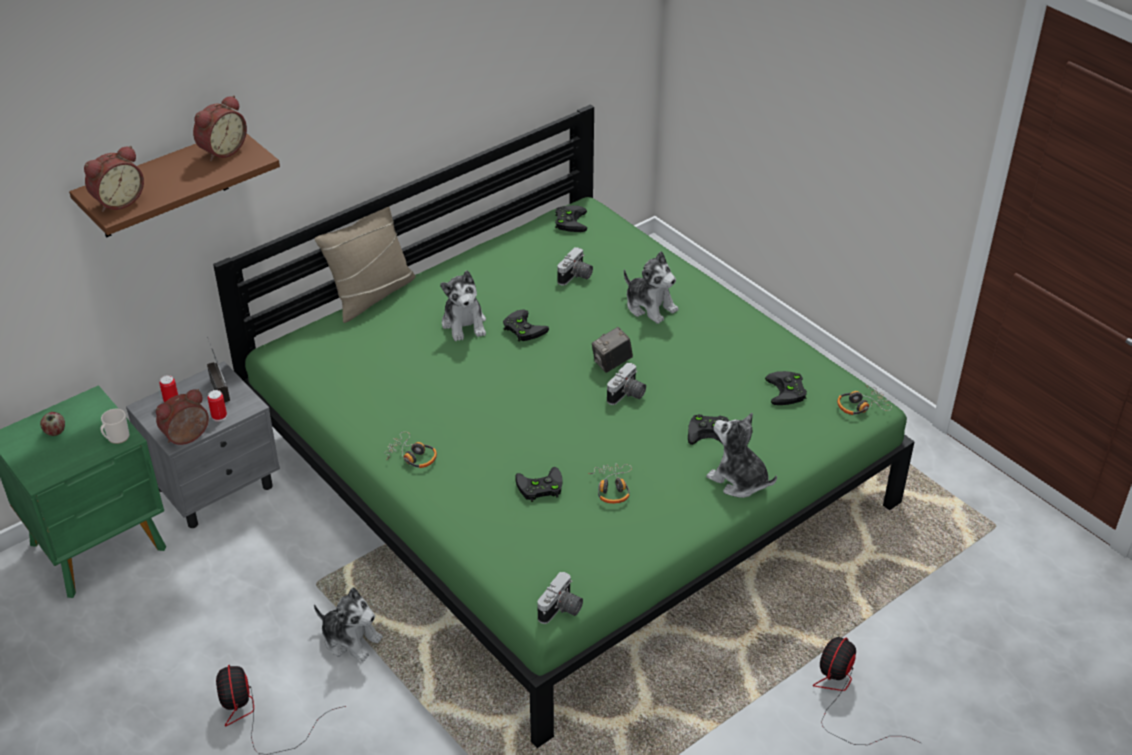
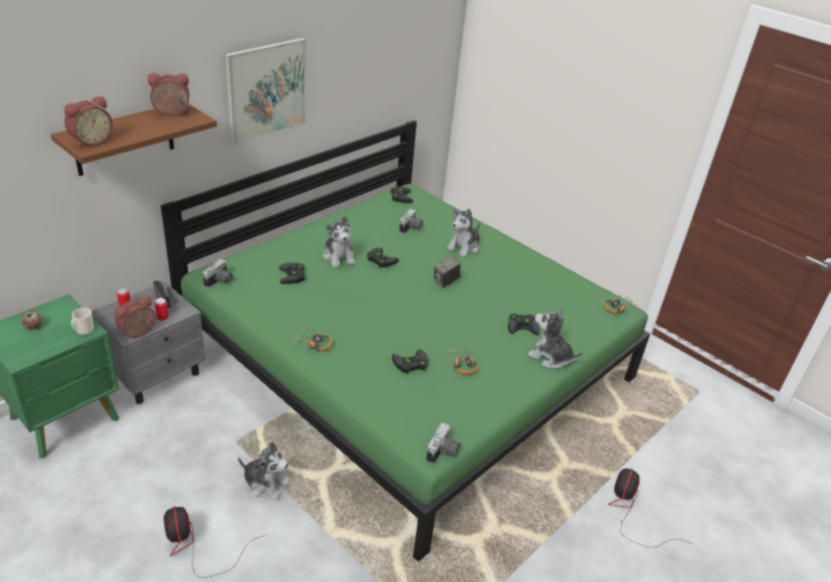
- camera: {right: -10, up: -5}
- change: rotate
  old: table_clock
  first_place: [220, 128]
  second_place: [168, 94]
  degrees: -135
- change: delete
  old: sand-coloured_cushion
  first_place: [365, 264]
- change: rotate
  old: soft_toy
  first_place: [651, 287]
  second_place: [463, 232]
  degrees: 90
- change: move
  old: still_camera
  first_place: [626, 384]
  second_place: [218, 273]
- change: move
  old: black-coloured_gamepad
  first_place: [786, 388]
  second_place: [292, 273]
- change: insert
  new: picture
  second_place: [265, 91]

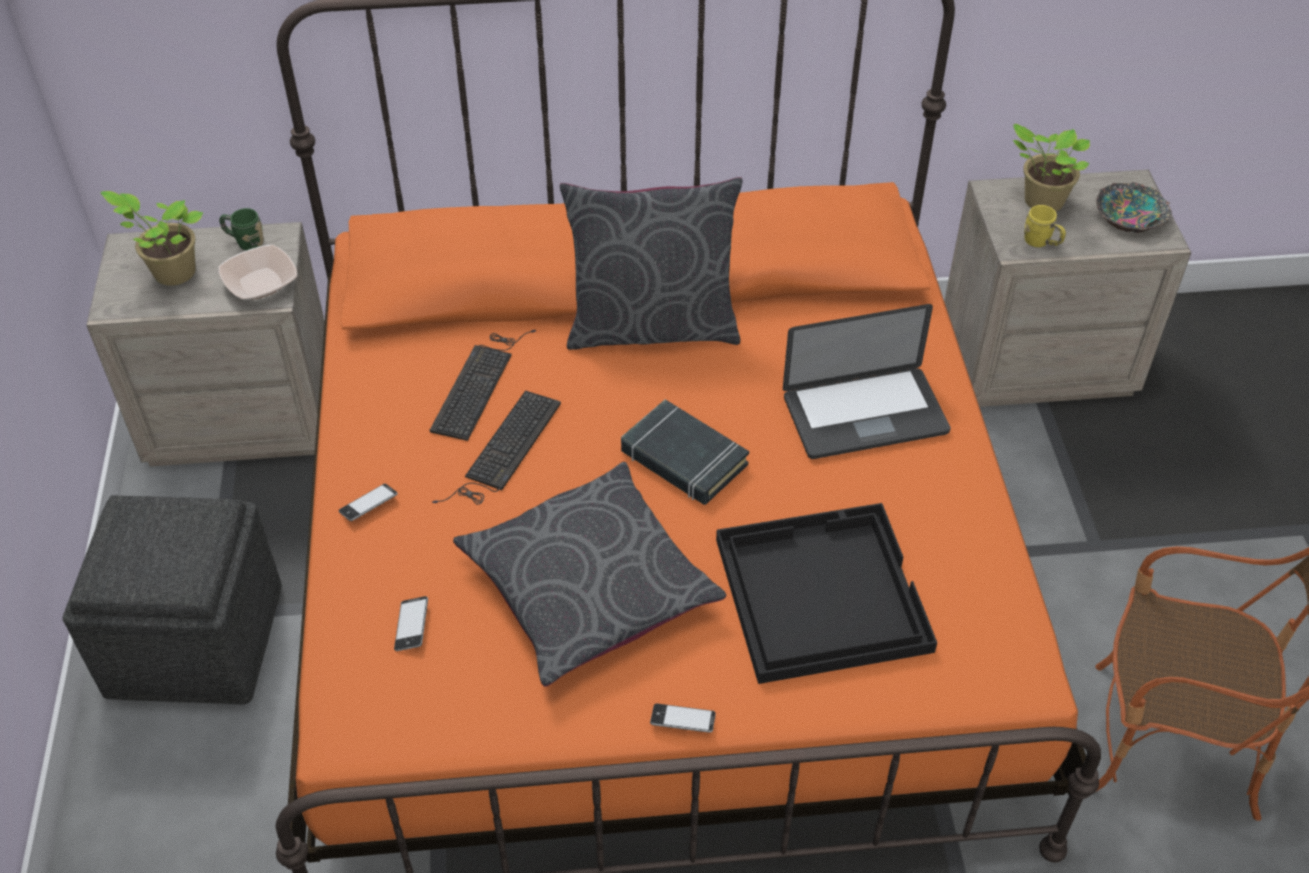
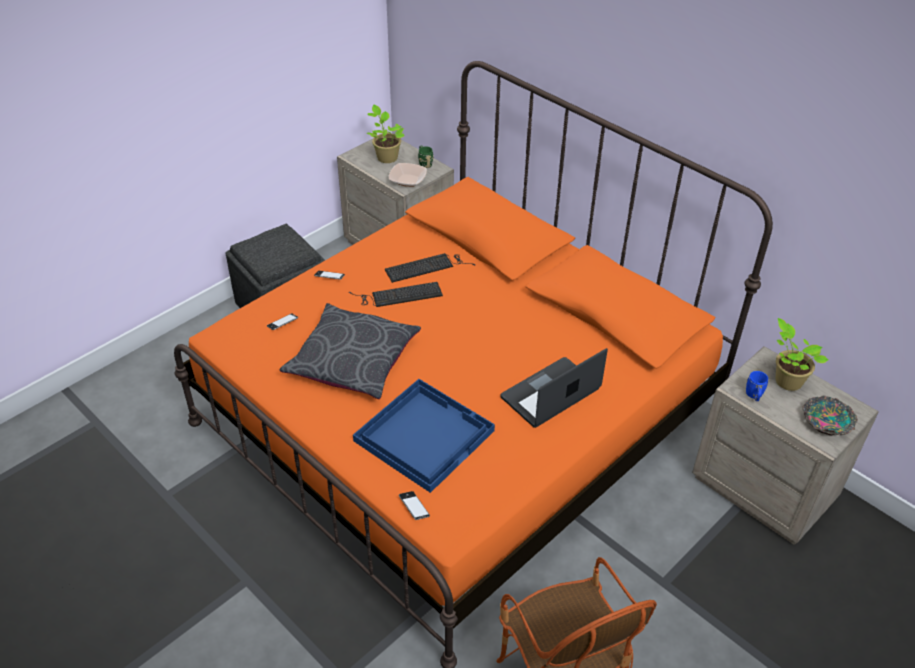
- camera: {right: 50, up: -5}
- change: delete
  old: gray_cushion
  first_place: [651, 263]
- change: recolor
  old: yellowish_coffee_mug
  new: blue-coloured_coffee_mug
  first_place: [1045, 226]
  second_place: [757, 386]
- change: rotate
  old: notebook_computer
  first_place: [867, 381]
  second_place: [554, 388]
  degrees: 105
- change: delete
  old: black-coloured_book
  first_place: [685, 452]
- change: recolor
  old: black-coloured_carrying_tray
  new: blue-coloured_carrying_tray
  first_place: [826, 593]
  second_place: [424, 436]
- change: move
  old: telephone
  first_place: [683, 718]
  second_place: [414, 505]

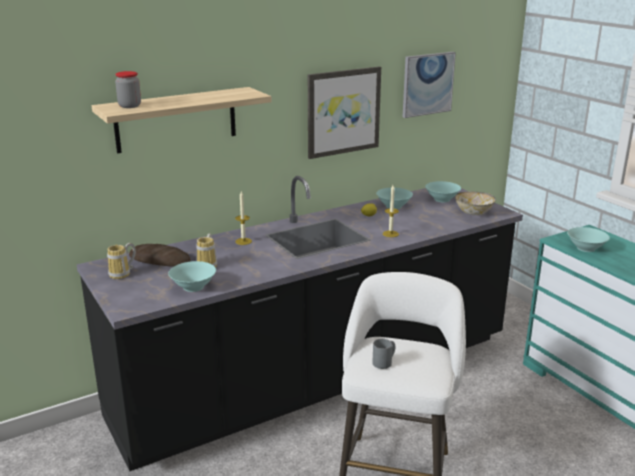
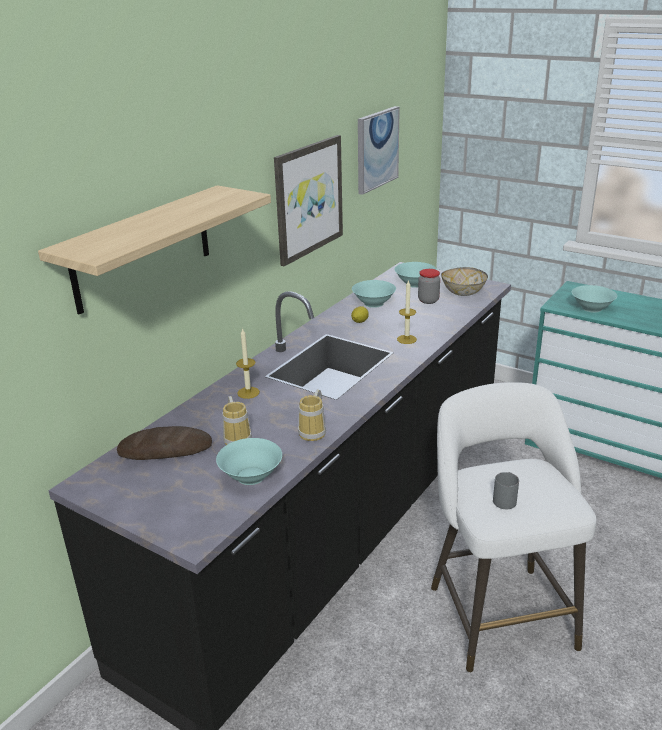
- camera: {right: -25, up: 5}
- change: move
  old: preserve_jar
  first_place: [128, 89]
  second_place: [429, 286]
- change: move
  old: coffee_mug
  first_place: [121, 261]
  second_place: [312, 415]

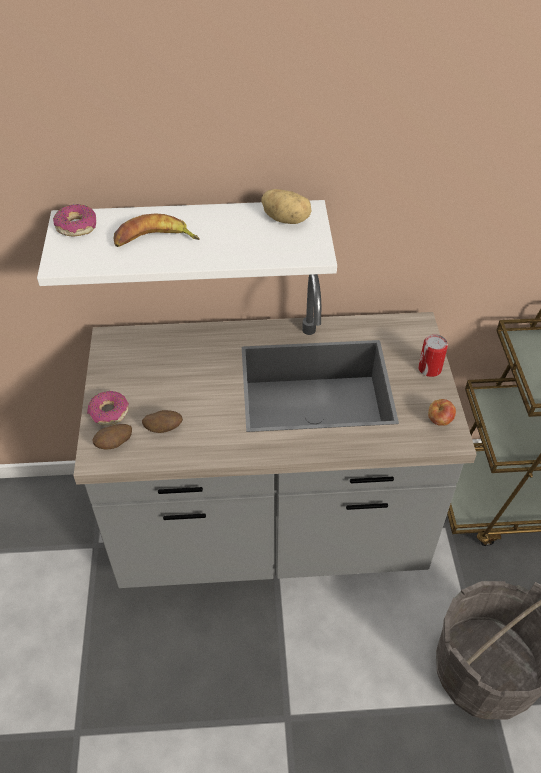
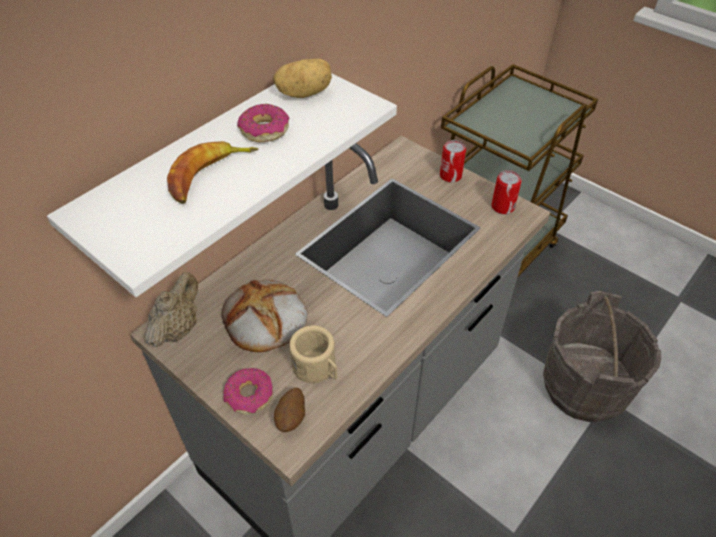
- camera: {right: -45, up: 0}
- change: move
  old: doughnut
  first_place: [74, 220]
  second_place: [263, 123]
- change: replace
  old: whole_apple
  new: metal_can
  first_place: [442, 412]
  second_place: [506, 192]
- change: replace
  old: whole_potato
  new: sand-coloured_coffee_mug
  first_place: [162, 421]
  second_place: [313, 354]
- change: insert
  new: sand-coloured_teapot
  second_place: [171, 310]
- change: insert
  new: bakery_bread
  second_place: [265, 316]

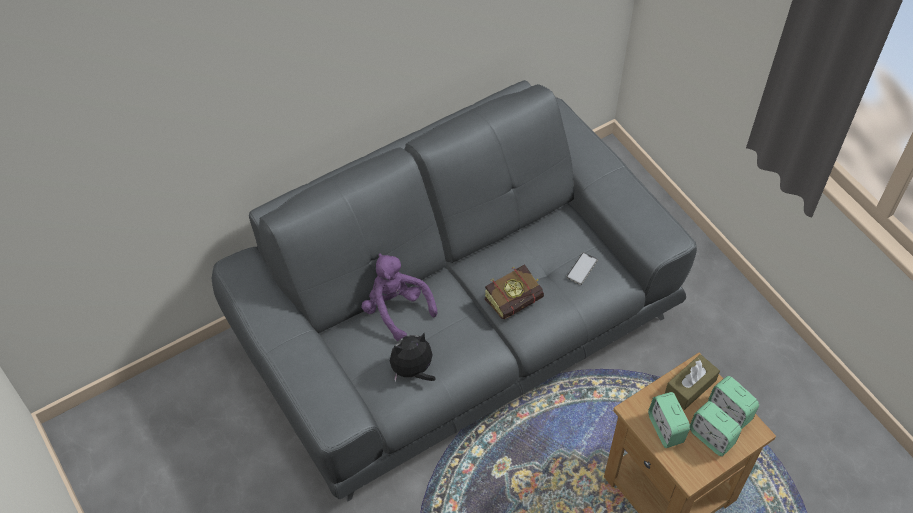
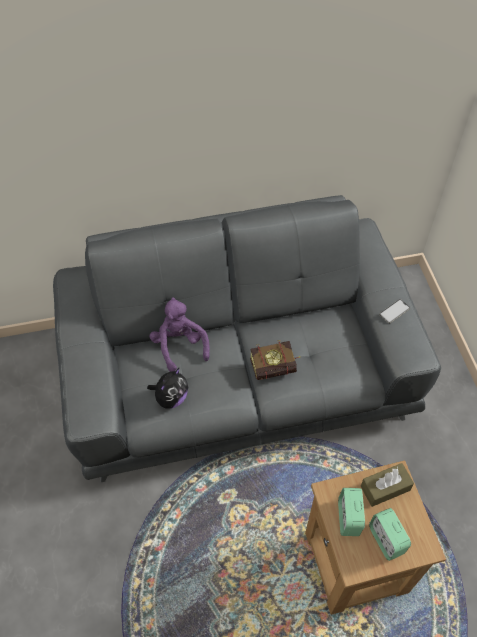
- camera: {right: 20, up: 0}
- change: move
  old: telephone
  first_place: [582, 268]
  second_place: [394, 311]
- change: rotate
  old: soft_toy
  first_place: [413, 357]
  second_place: [167, 388]
  degrees: 135
- change: delete
  old: table_clock
  first_place: [733, 402]

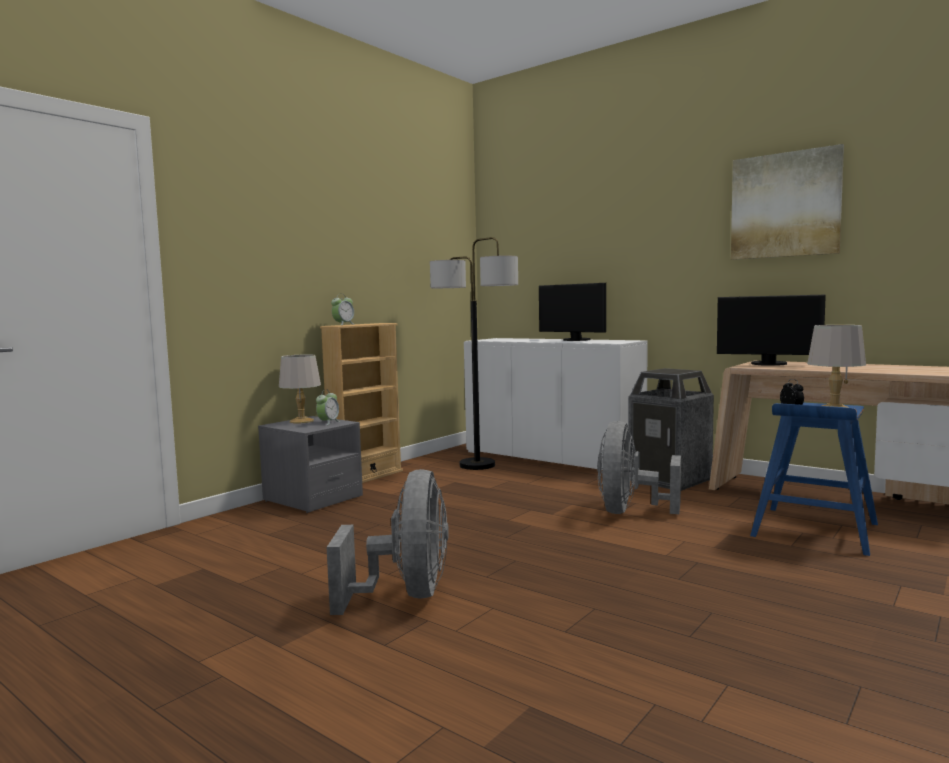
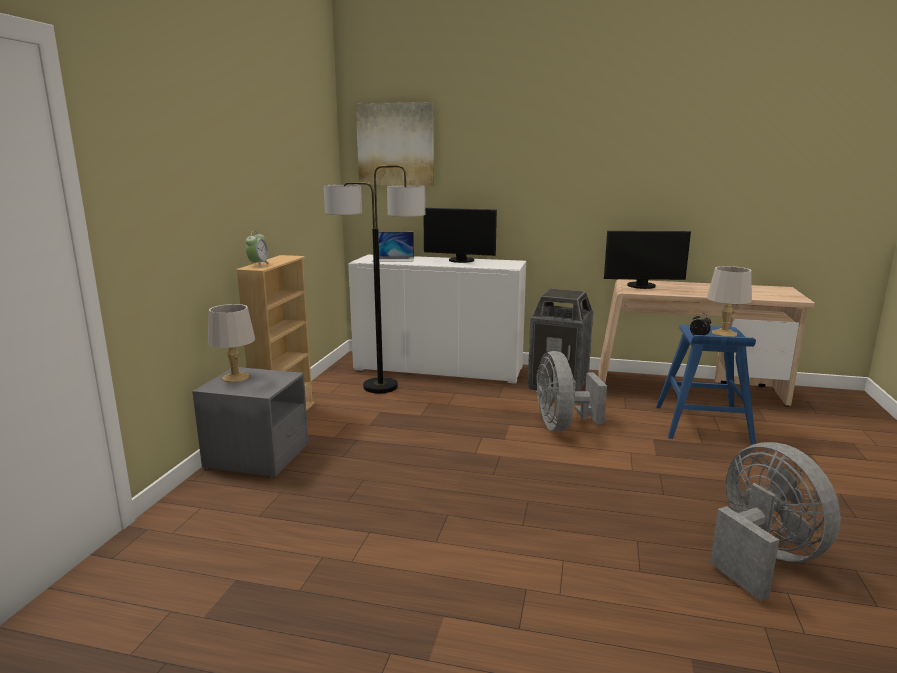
- camera: {right: -25, up: 10}
- change: move
  old: picture
  first_place: [787, 202]
  second_place: [395, 144]
- change: delete
  old: table_clock
  first_place: [328, 407]
- change: move
  old: gray_fan
  first_place: [388, 542]
  second_place: [775, 521]
- change: insert
  new: notebook_computer
  second_place: [393, 247]

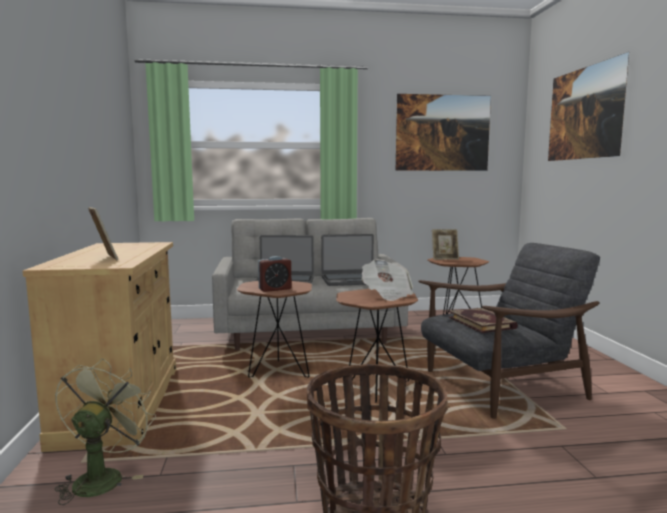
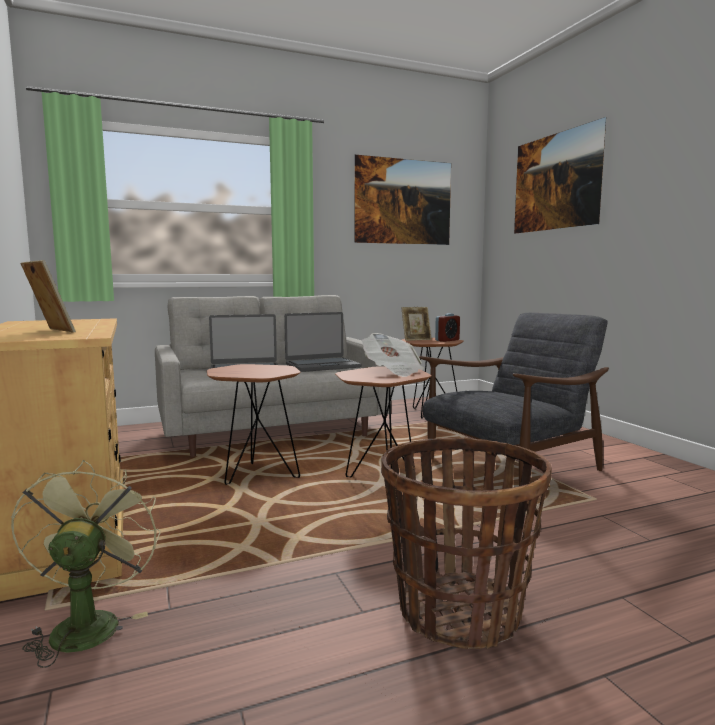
- camera: {right: -15, up: 0}
- change: move
  old: table_clock
  first_place: [275, 274]
  second_place: [447, 327]
- change: delete
  old: book
  first_place: [483, 320]

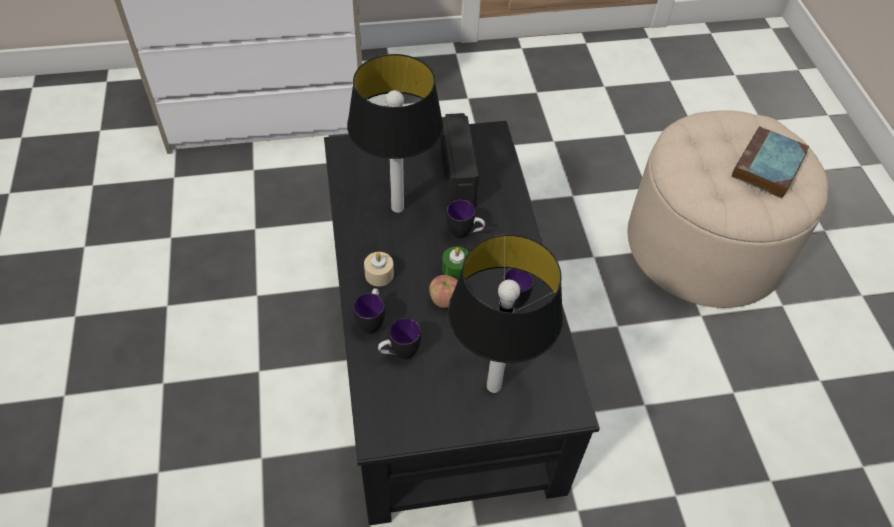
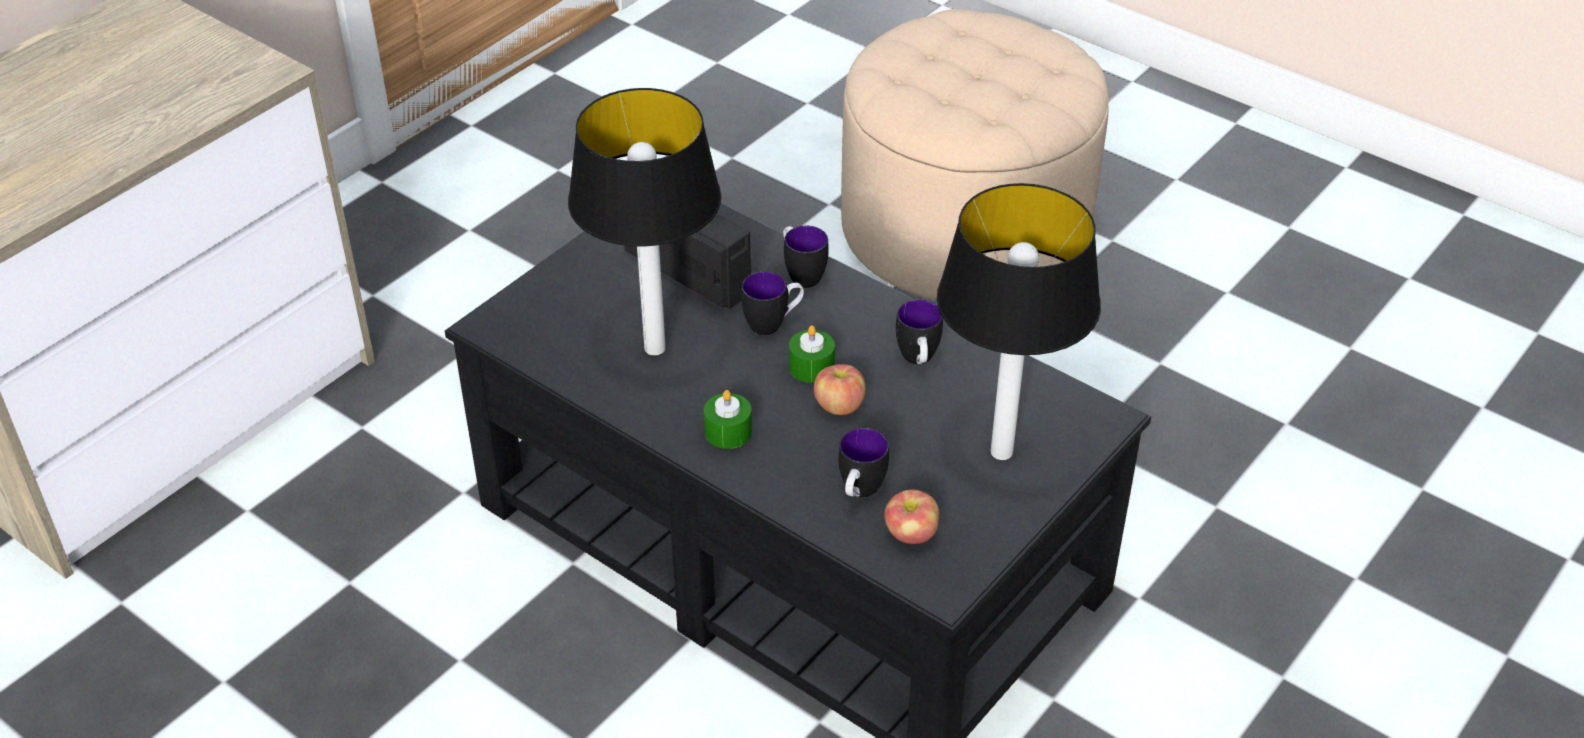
- camera: {right: -40, up: -10}
- change: delete
  old: book
  first_place: [770, 162]
- change: recolor
  old: sand-coloured_wax_light
  new: greenish_wax_light
  first_place: [379, 269]
  second_place: [728, 419]
- change: move
  old: coffee_mug
  first_place: [369, 311]
  second_place: [806, 257]
- change: insert
  new: whole_apple
  second_place: [911, 516]

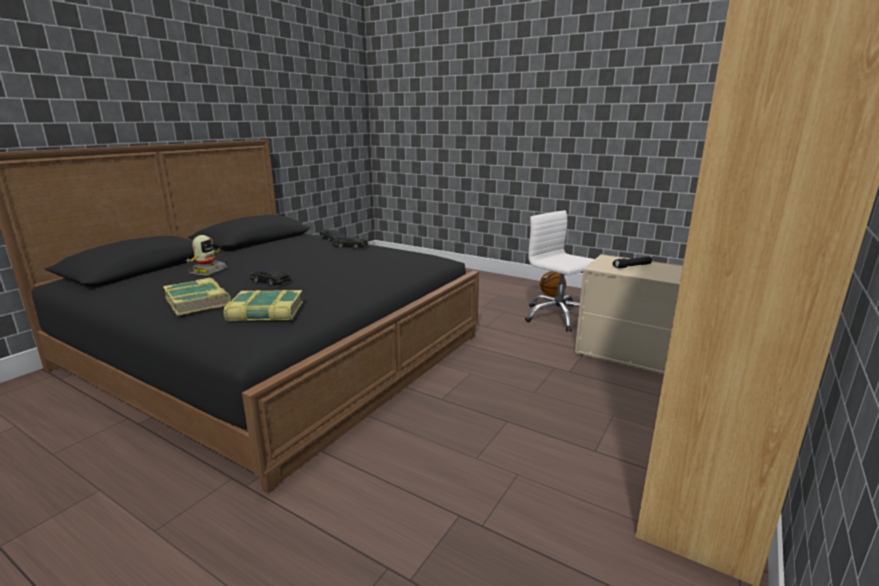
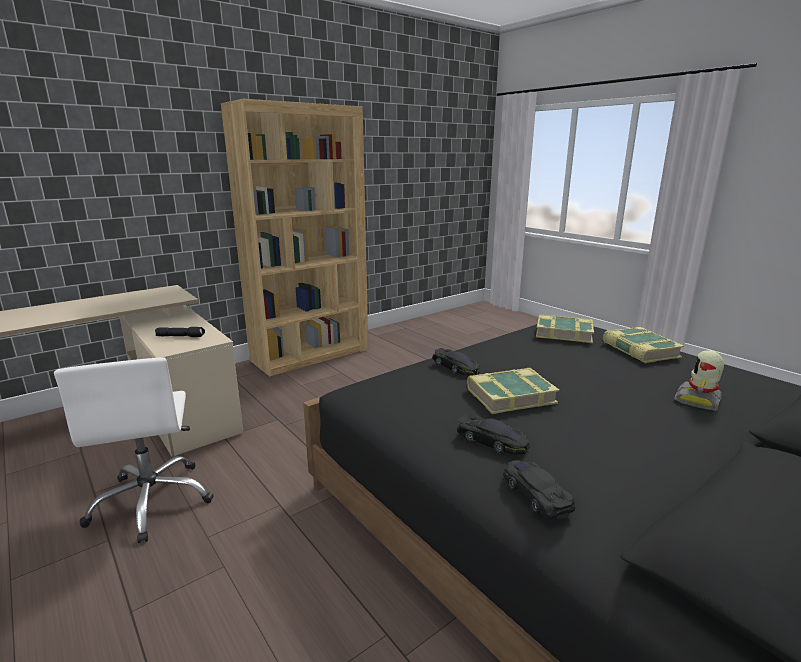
- camera: {right: -160, up: 0}
- change: move
  old: black-coloured_model_car
  first_place: [270, 277]
  second_place: [456, 362]
- change: delete
  old: basketball
  first_place: [553, 284]
- change: insert
  new: book
  second_place: [513, 391]

